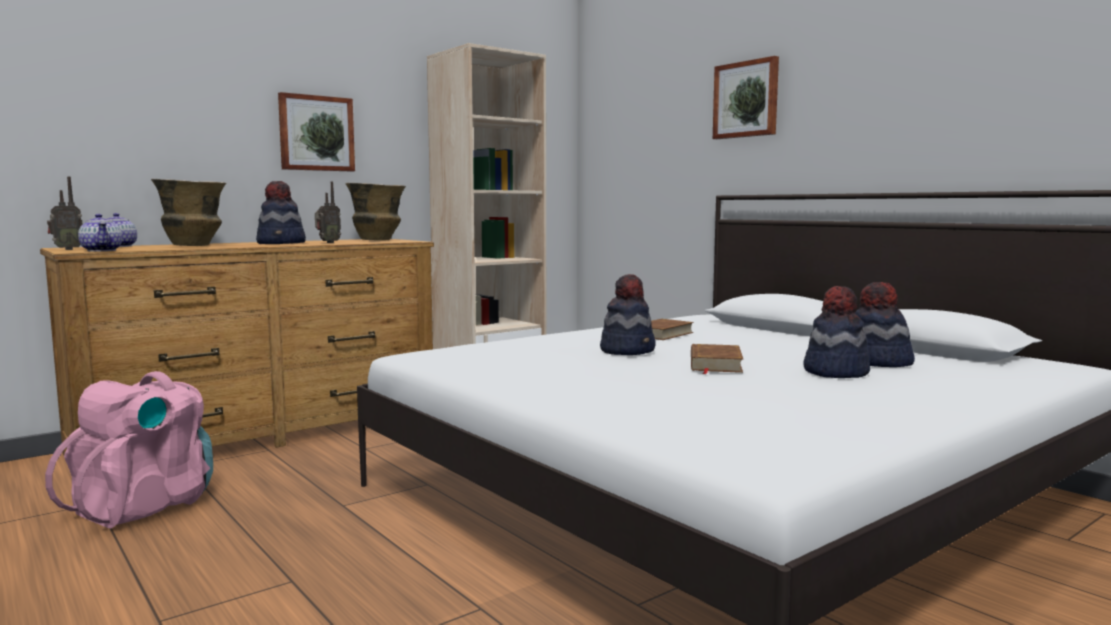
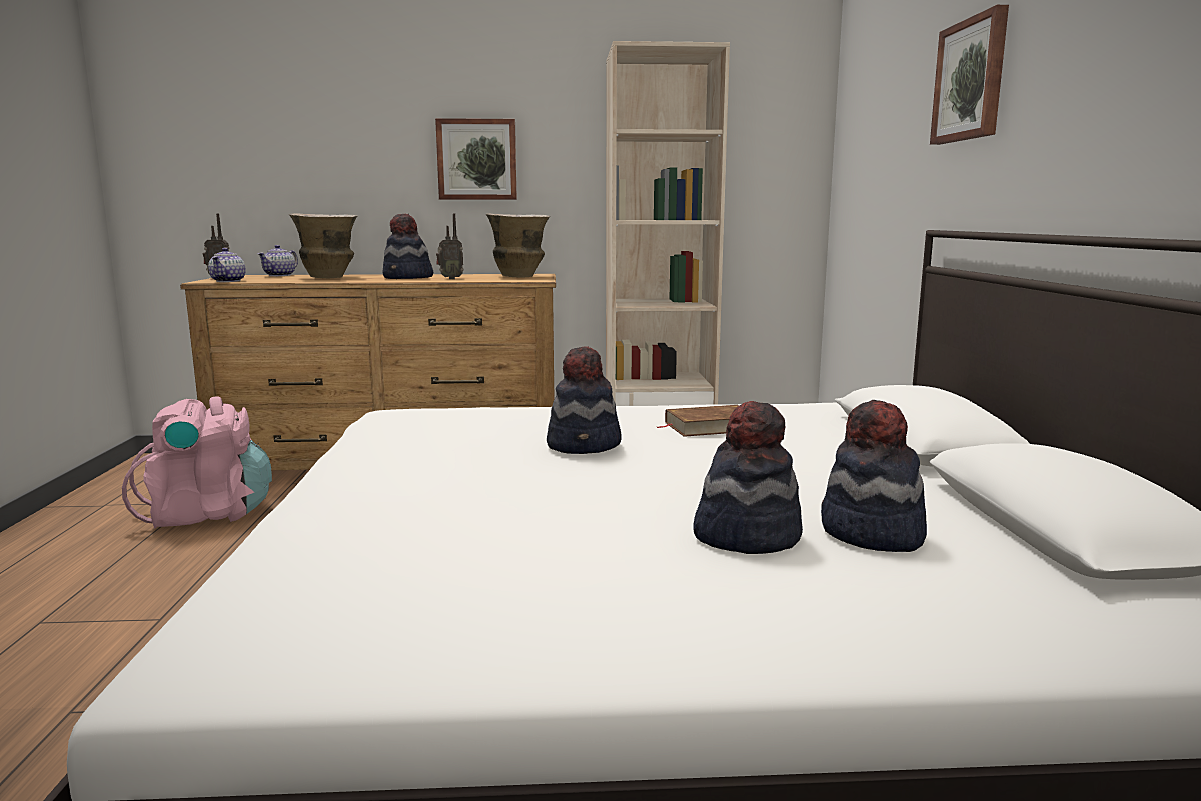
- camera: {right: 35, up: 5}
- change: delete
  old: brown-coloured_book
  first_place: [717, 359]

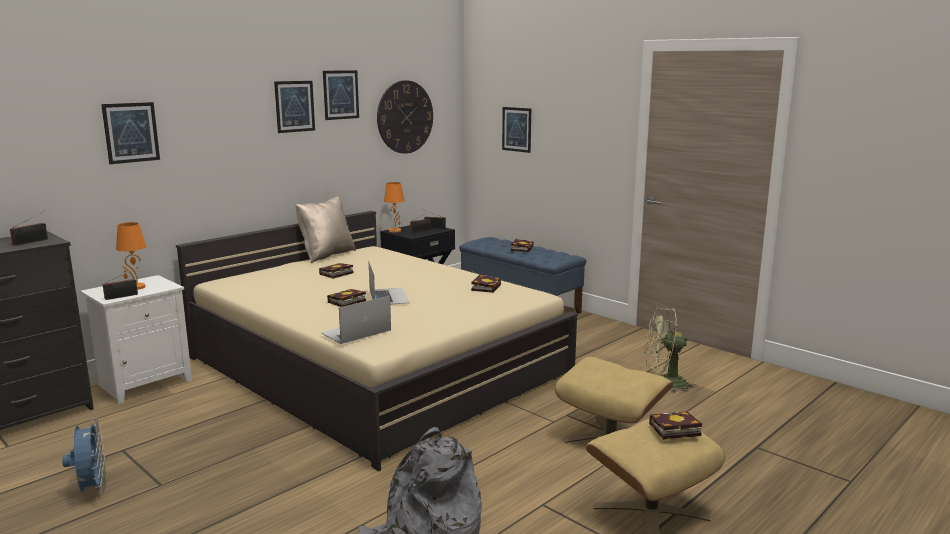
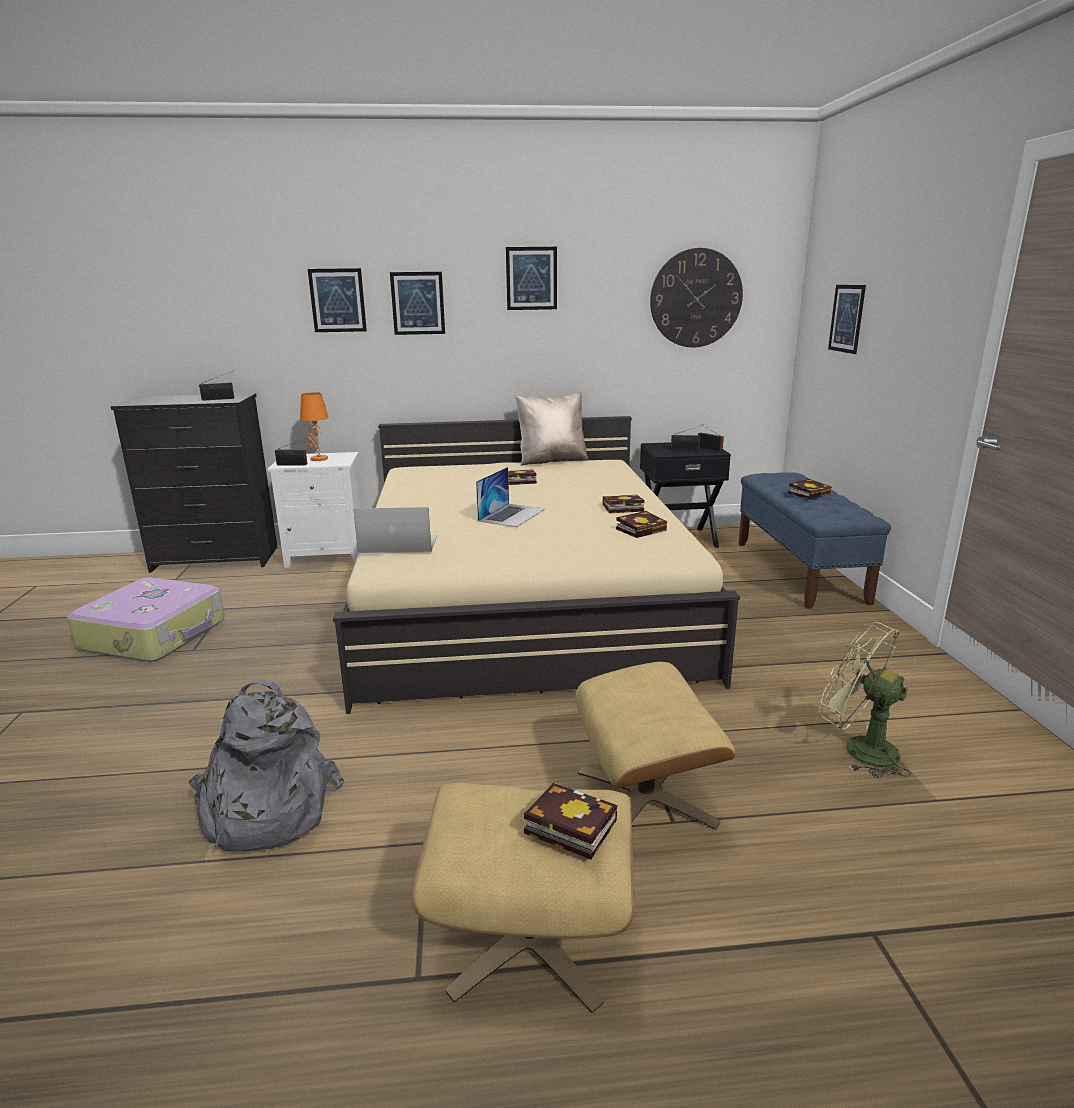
- camera: {right: 40, up: 5}
- change: move
  old: picture
  first_place: [341, 95]
  second_place: [417, 303]
- change: delete
  old: orangey_tabletop_lamp
  first_place: [394, 207]
- change: move
  old: book
  first_place: [346, 298]
  second_place: [624, 504]
- change: replace
  old: blue-coloured_fan
  new: suitcase
  first_place: [84, 456]
  second_place: [146, 620]

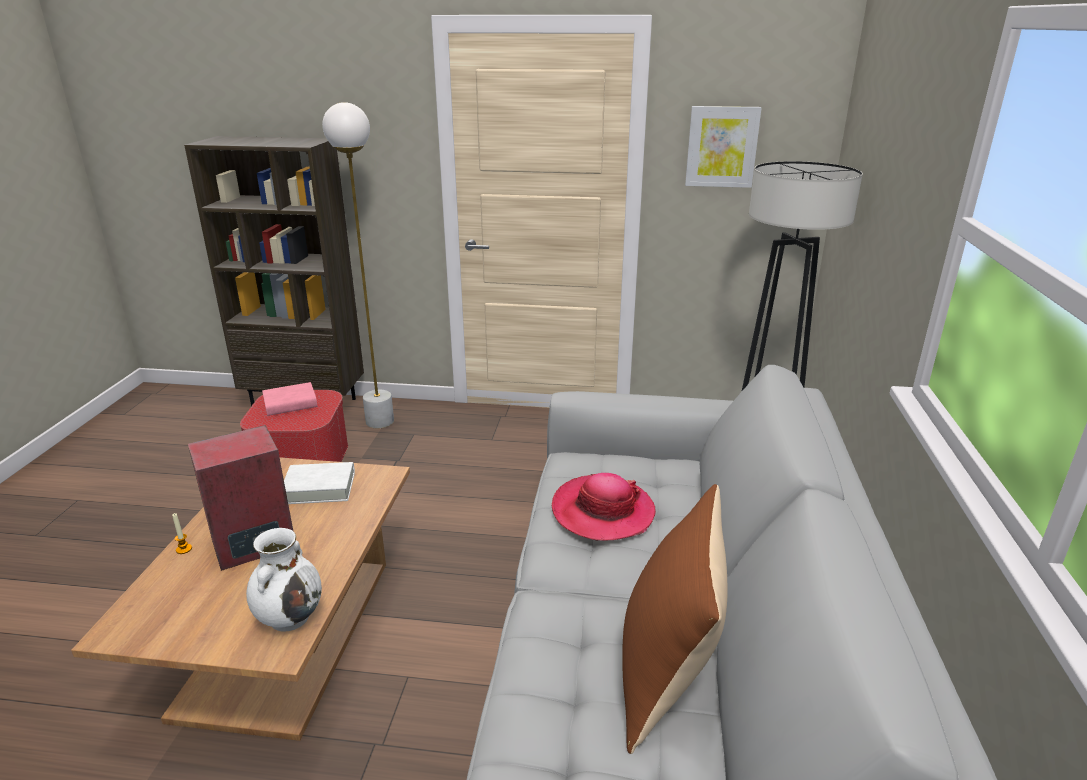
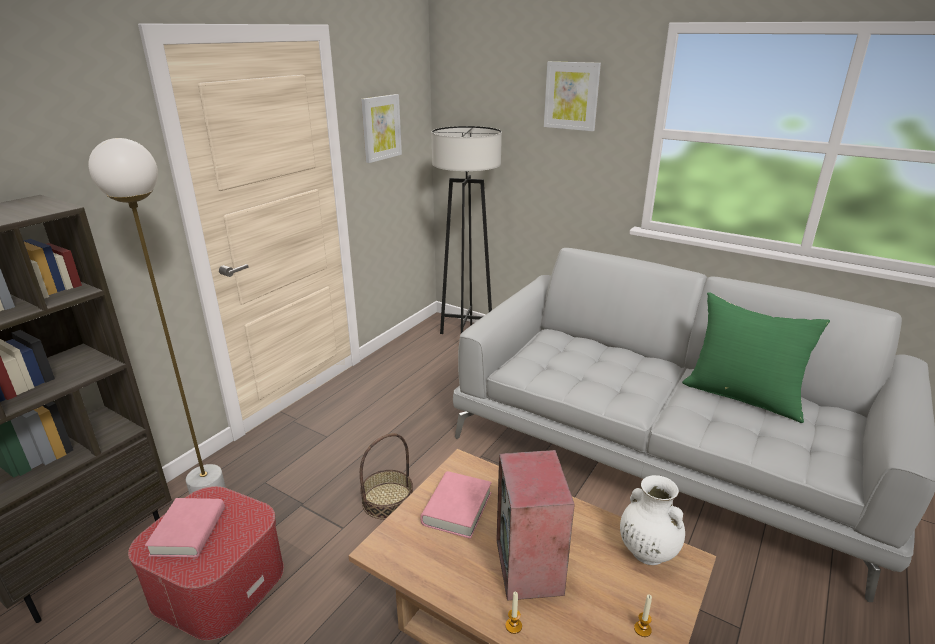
- camera: {right: -65, up: 0}
- change: recolor
  old: white_book
  new: pink-coloured_book
  first_place: [319, 483]
  second_place: [456, 505]
- change: delete
  old: hat
  first_place: [604, 507]
- change: recolor
  old: brown-coloured_cushion
  new: greenish_cushion
  first_place: [675, 619]
  second_place: [756, 357]
- change: insert
  new: picture
  second_place: [572, 96]
- change: insert
  new: basket
  second_place: [386, 476]
- change: insert
  new: wax_light
  second_place: [643, 615]

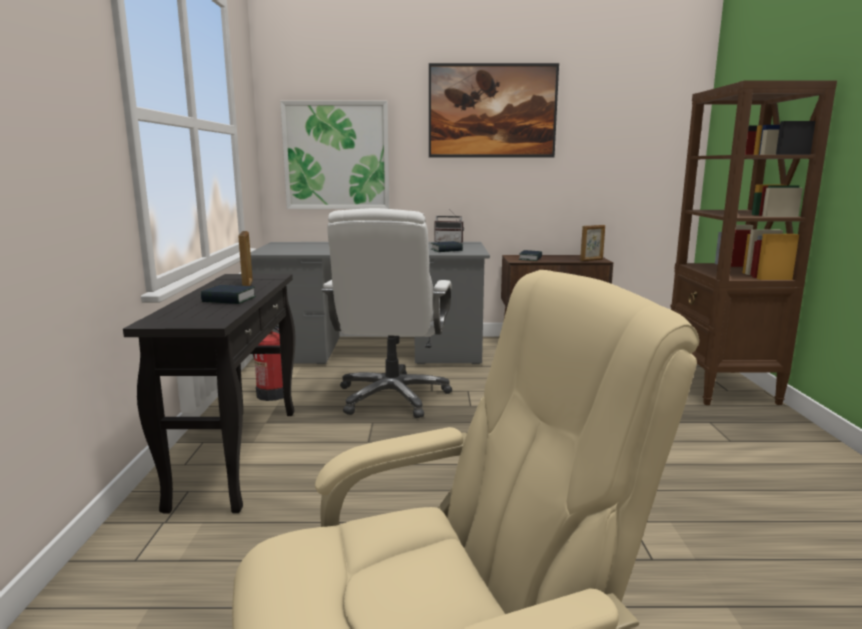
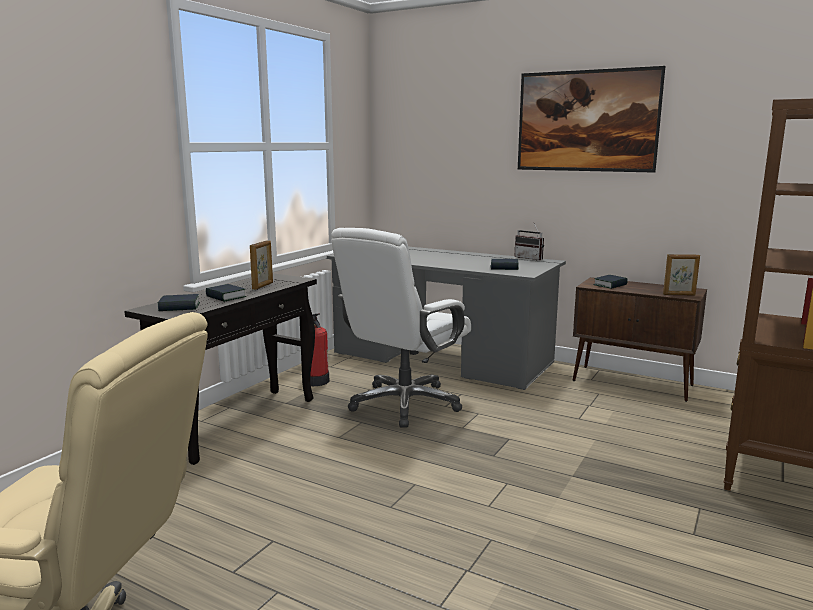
- camera: {right: 30, up: 0}
- change: delete
  old: picture
  first_place: [334, 155]
- change: insert
  new: book
  second_place: [179, 302]

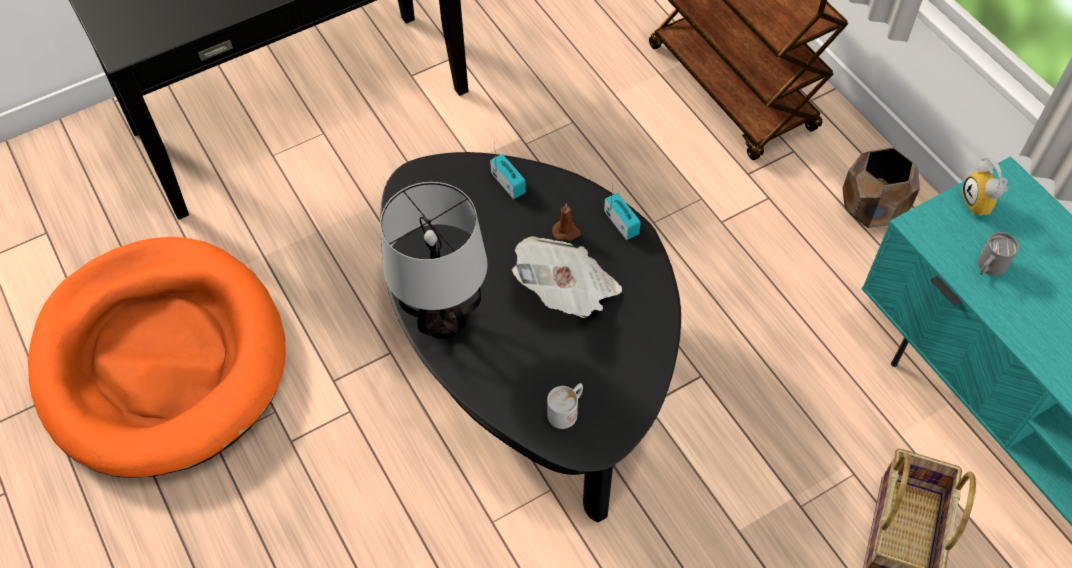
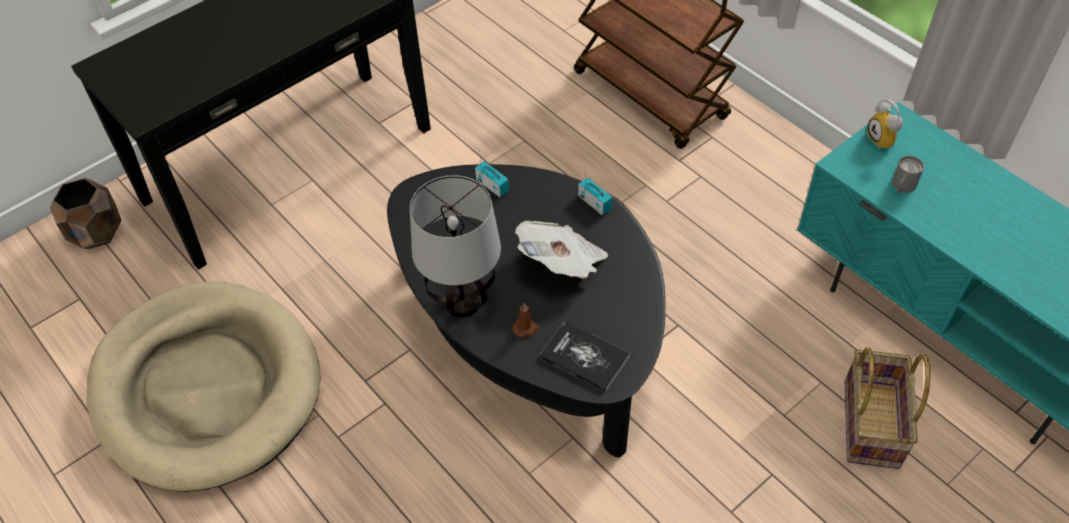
- camera: {right: -10, up: -5}
- change: move
  old: brown-coloured_planter
  first_place: [881, 188]
  second_place: [85, 213]
- change: move
  old: brown-coloured_wax_light
  first_place: [567, 222]
  second_place: [526, 320]
- change: recolor
  old: orangey_dog_bed
  new: sand-coloured_dog_bed
  first_place: [157, 357]
  second_place: [203, 386]
- change: replace
  old: white_coffee_mug
  new: book
  first_place: [565, 406]
  second_place: [584, 356]

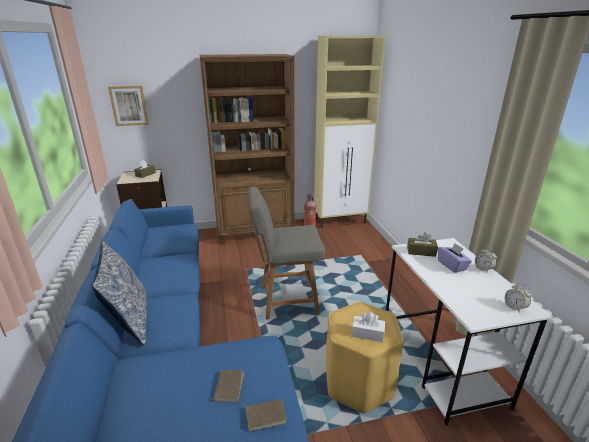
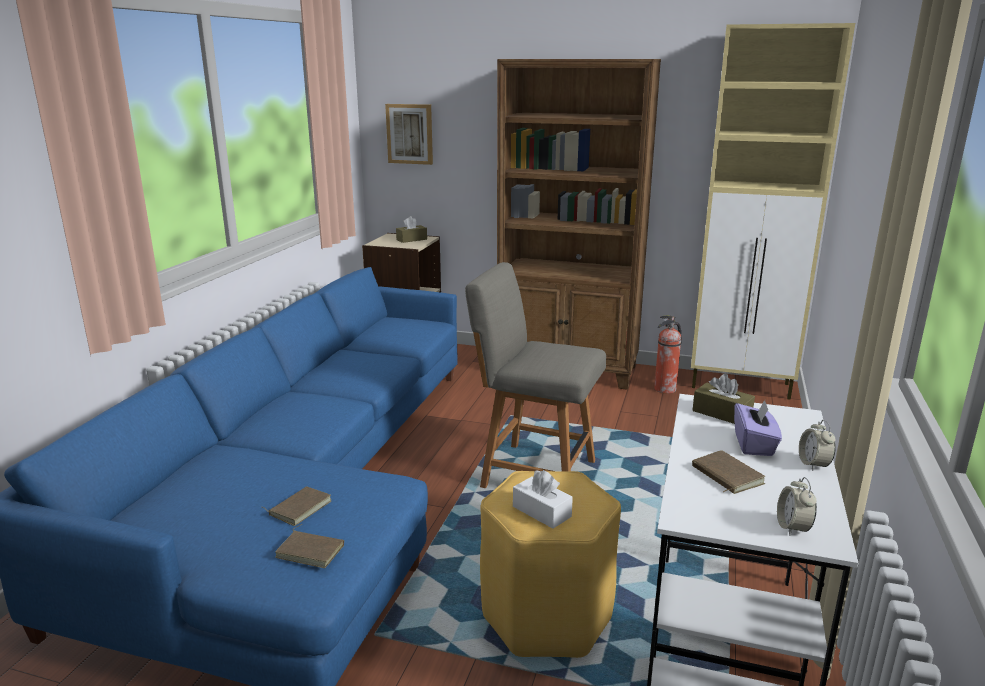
- camera: {right: 30, up: -5}
- change: delete
  old: cushion
  first_place: [119, 293]
- change: insert
  new: brown-coloured_book
  second_place: [728, 472]

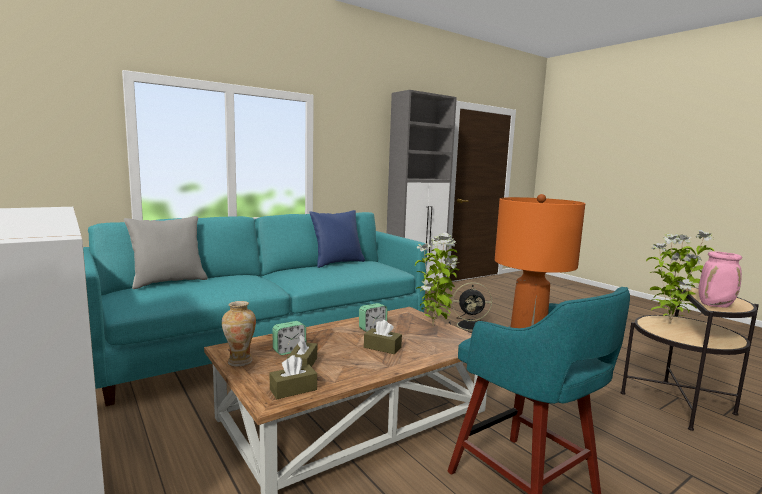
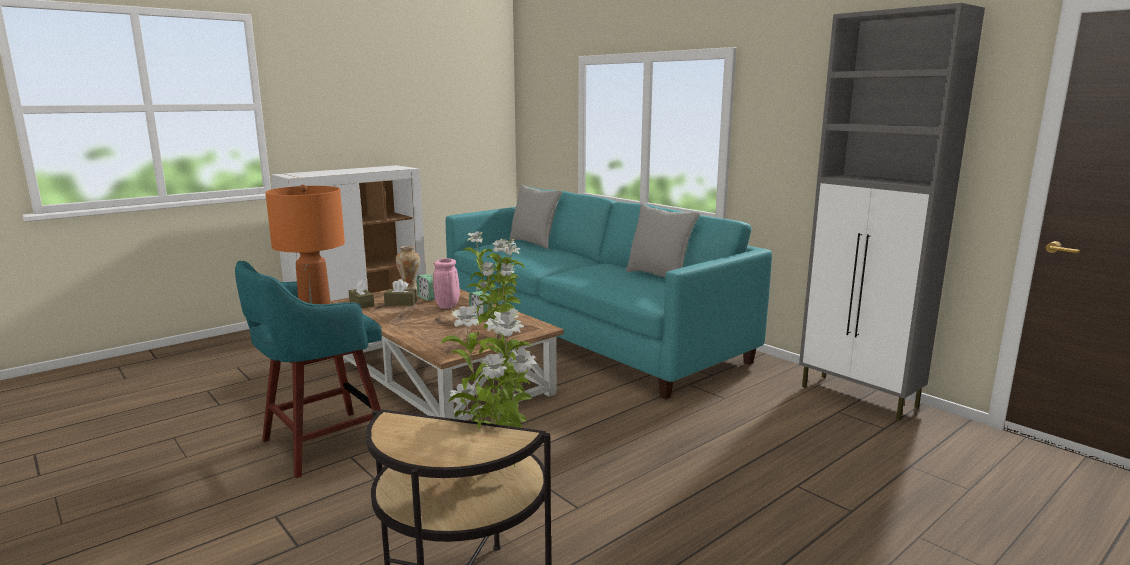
- camera: {right: 85, up: 5}
- change: recolor
  old: blue-coloured_cushion
  new: gray_cushion
  first_place: [337, 239]
  second_place: [663, 241]
- change: move
  old: pink-coloured_decorative_vase
  first_place: [720, 279]
  second_place: [446, 283]
- change: delete
  old: black-coloured_fan
  first_place: [470, 307]
- change: delete
  old: brown-coloured_tissue_holder
  first_place: [383, 337]

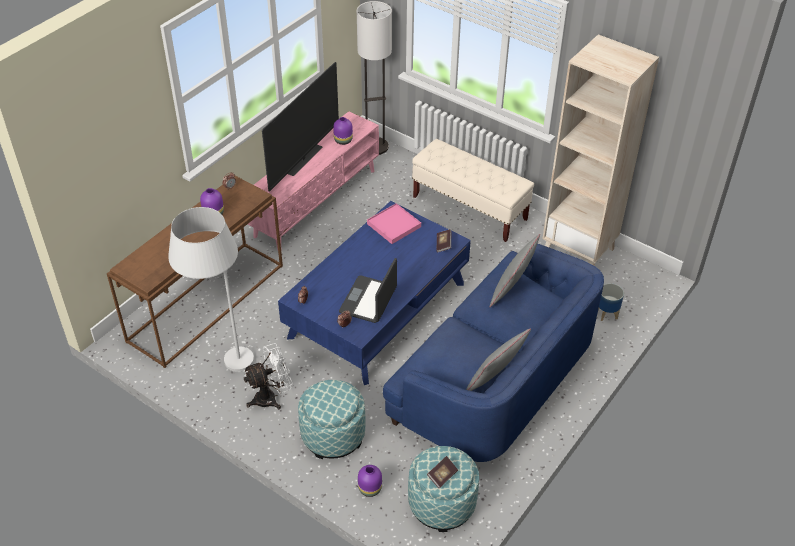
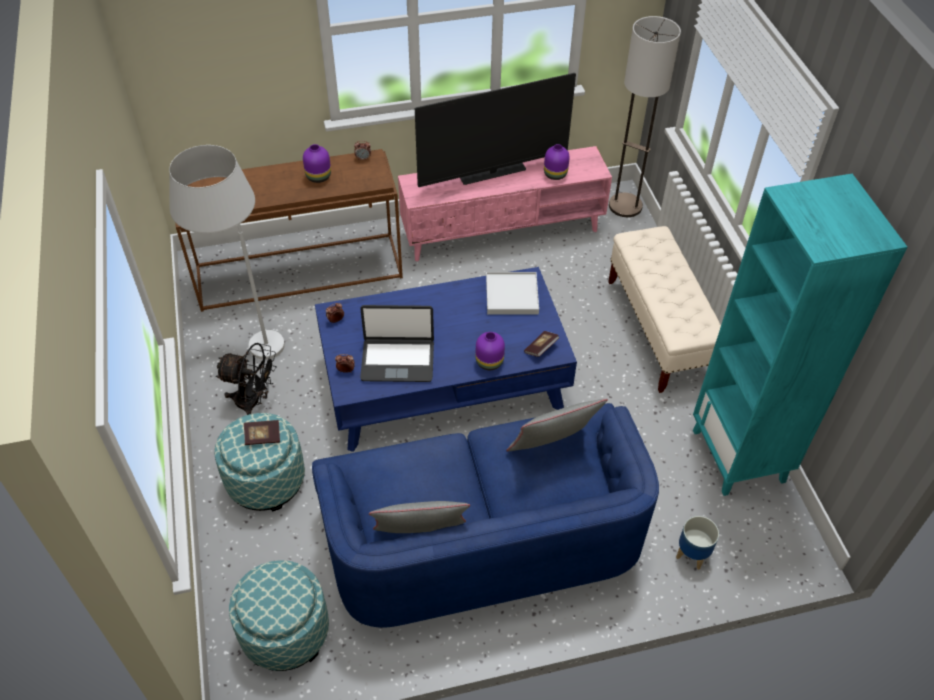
- camera: {right: 40, up: 5}
- change: recolor
  old: sand-coloured_shelving_unit
  new: turquoise_shelving_unit
  first_place: [600, 150]
  second_place: [800, 335]
- change: recolor
  old: pink-coloured_carrying_tray
  new: white_carrying_tray
  first_place: [394, 223]
  second_place: [512, 293]
- change: rotate
  old: notebook_computer
  first_place: [368, 290]
  second_place: [397, 343]
  degrees: -150
- change: recolor
  old: white_fan
  new: black-coloured_fan
  first_place: [268, 376]
  second_place: [246, 379]
- change: move
  old: book
  first_place: [442, 472]
  second_place: [262, 432]
- change: move
  old: purple_decorative_vase
  first_place: [370, 481]
  second_place: [490, 351]

